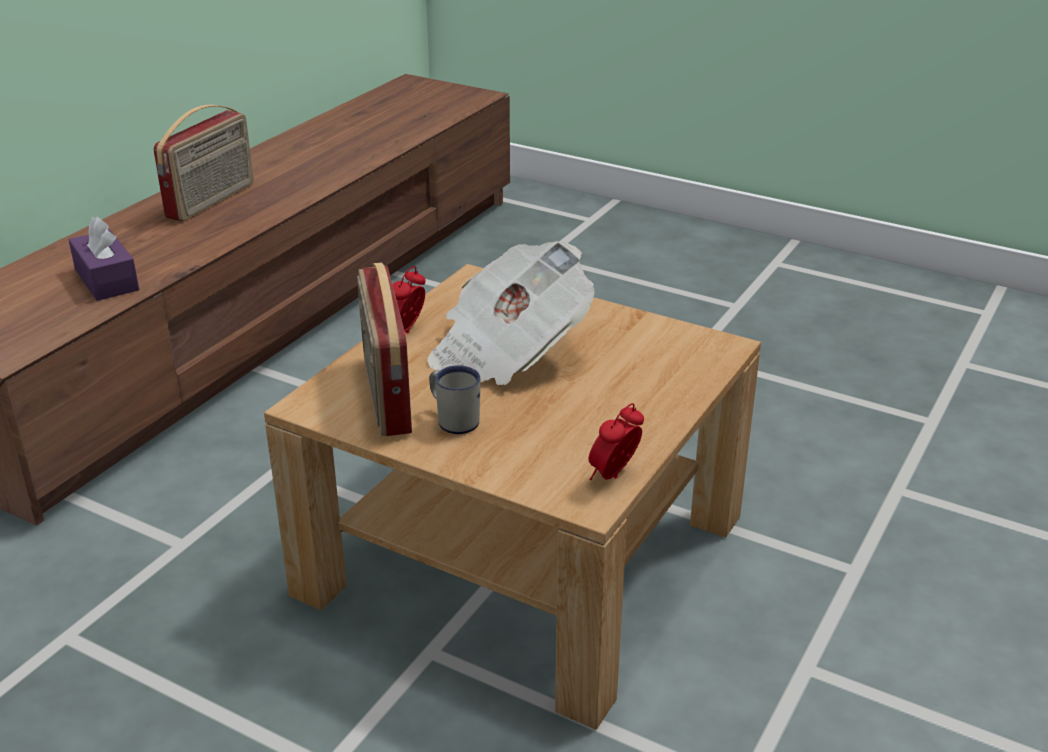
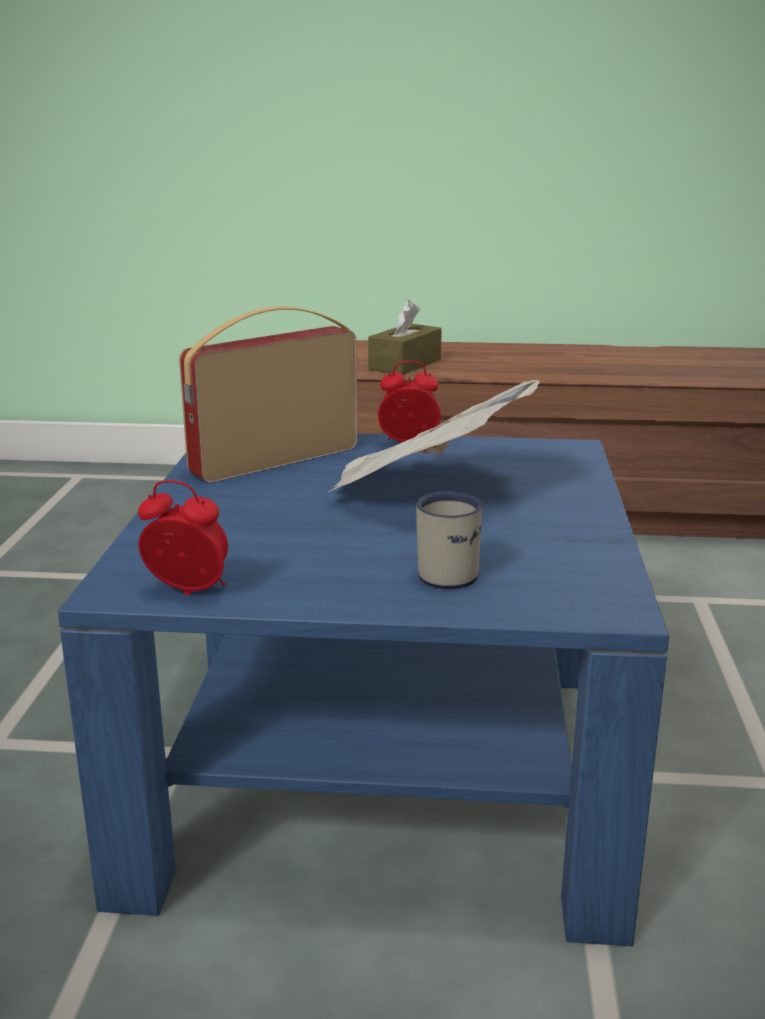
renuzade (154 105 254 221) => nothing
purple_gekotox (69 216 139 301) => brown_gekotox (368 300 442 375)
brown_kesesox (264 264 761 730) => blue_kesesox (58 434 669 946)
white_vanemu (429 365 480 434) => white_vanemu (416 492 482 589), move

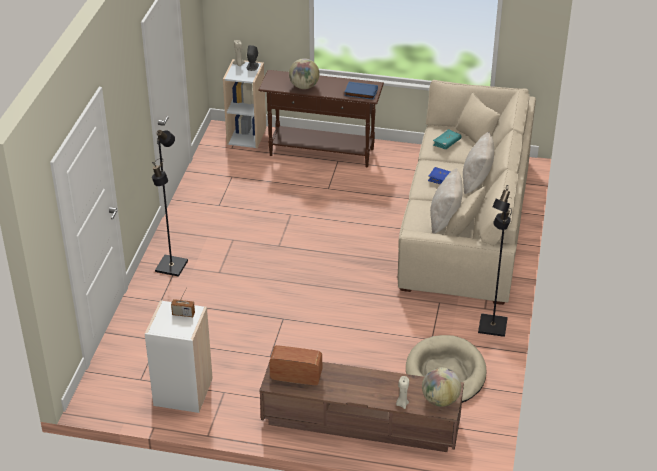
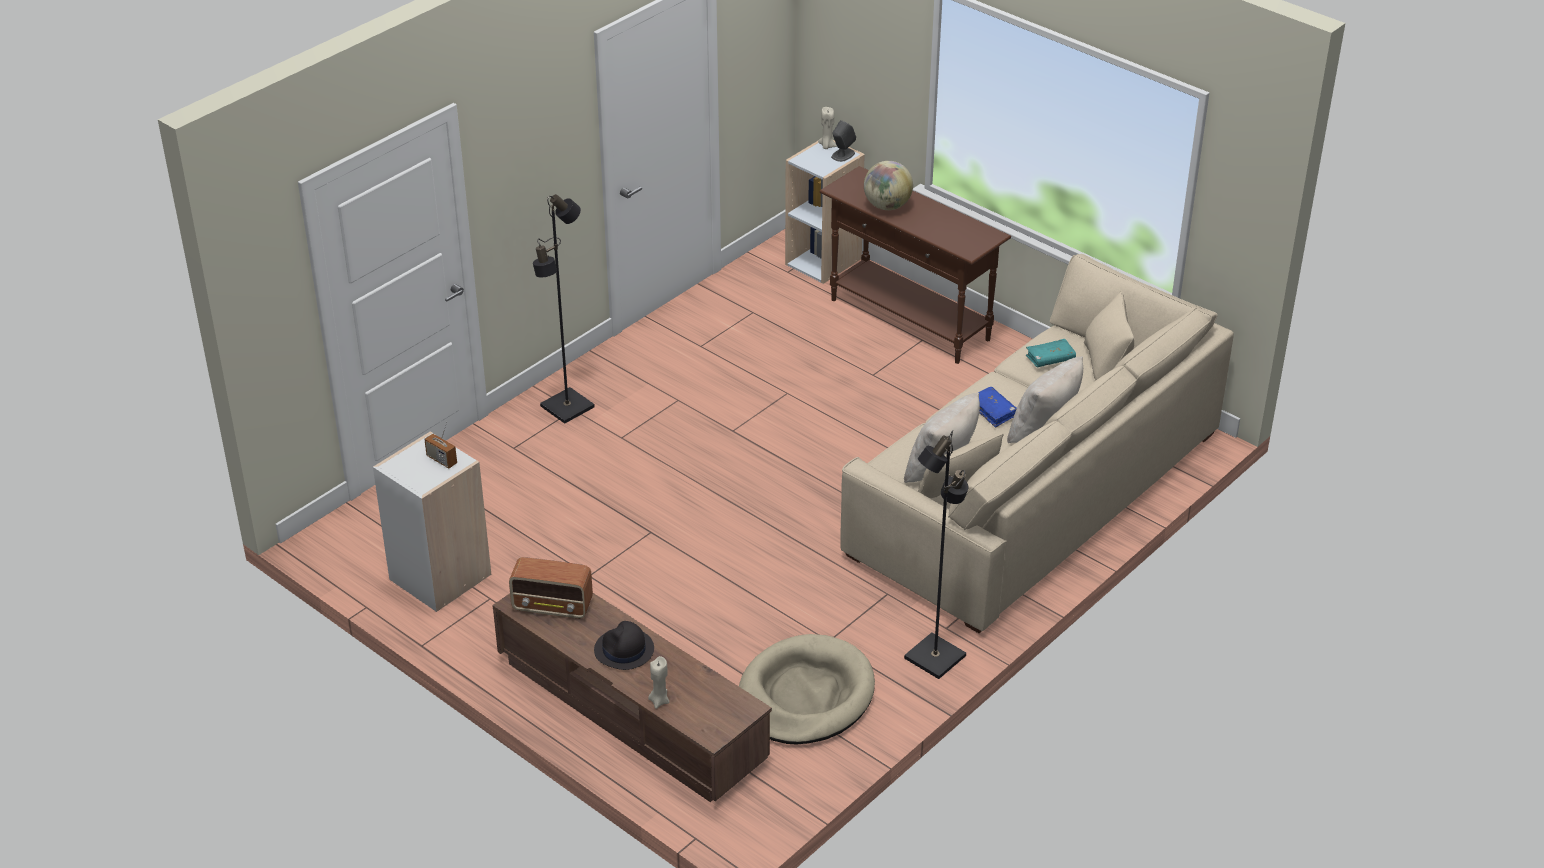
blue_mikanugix (344 82 378 100) => nothing
renuzade (269 345 322 385) => renuzade (509 557 593 619), 150 degrees clockwise
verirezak (422 367 461 407) => nothing
nothing => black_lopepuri (594 621 654 670)

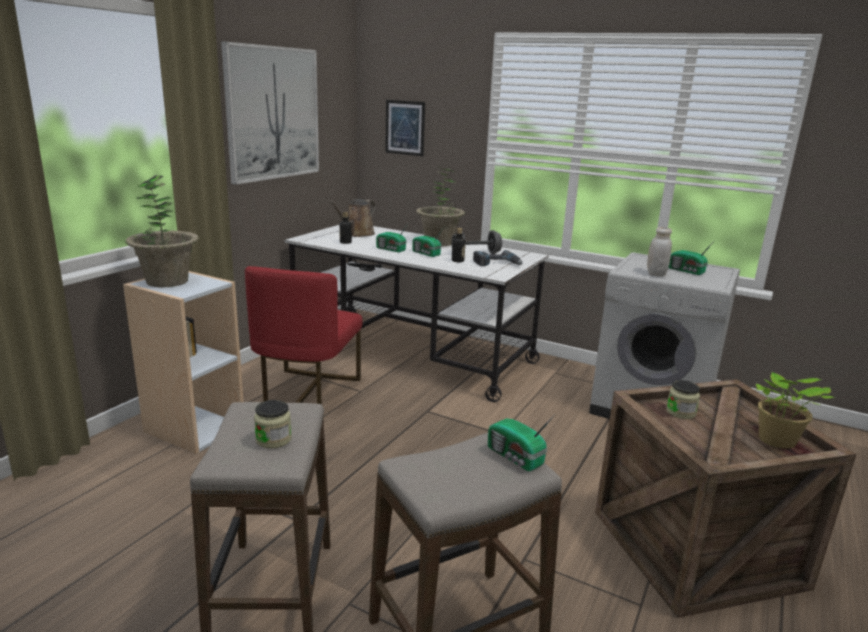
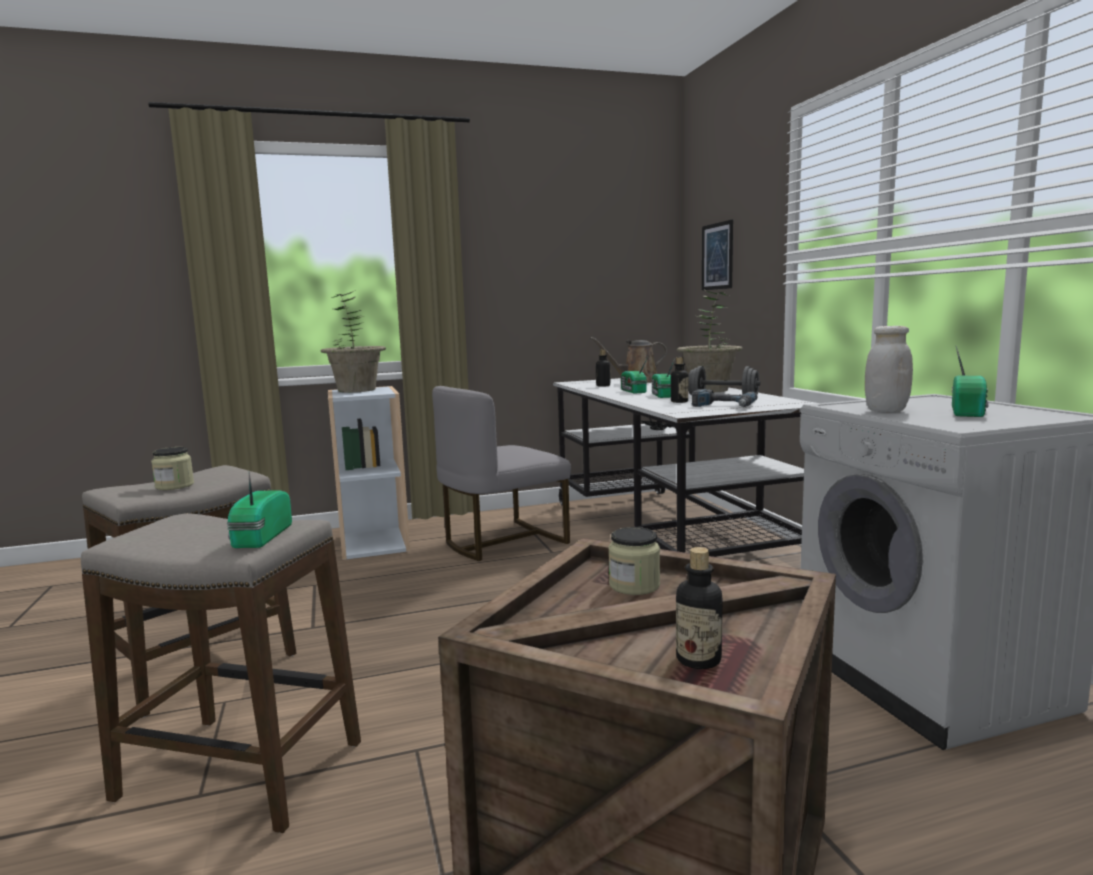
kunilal (221 41 319 185) => nothing
renuzade (668 240 715 275) => renuzade (952 346 989 417), 150 degrees counterclockwise
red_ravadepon (245 266 363 404) => grey_ravadepon (432 386 571 561)
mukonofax (756 372 834 448) => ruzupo (676 547 722 669)

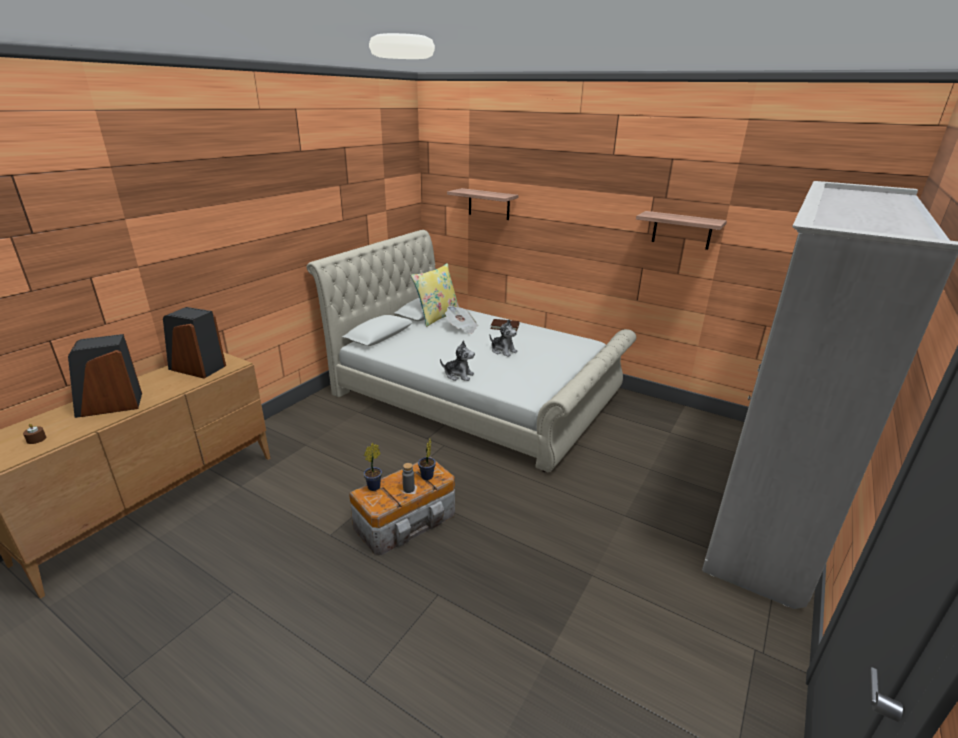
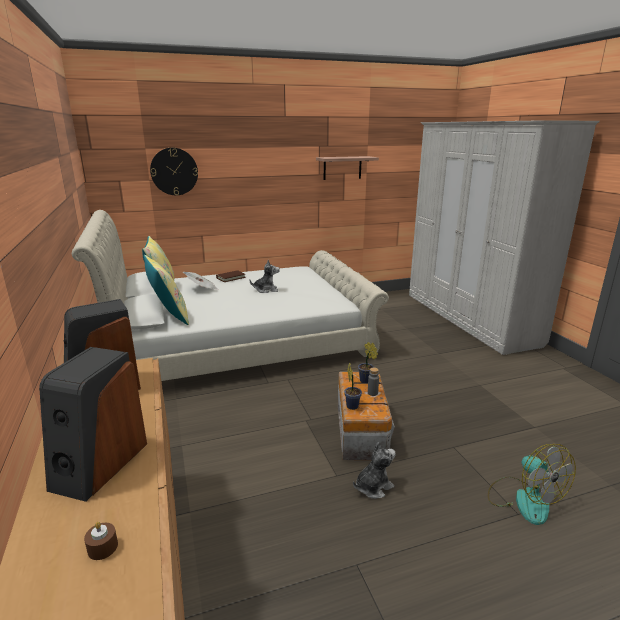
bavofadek (447 188 519 220) => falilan (150 148 198 195)
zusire (440 341 475 381) => zusire (353 442 396 499), move
nothing => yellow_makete (144 255 189 325)
nothing => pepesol (488 444 576 525)

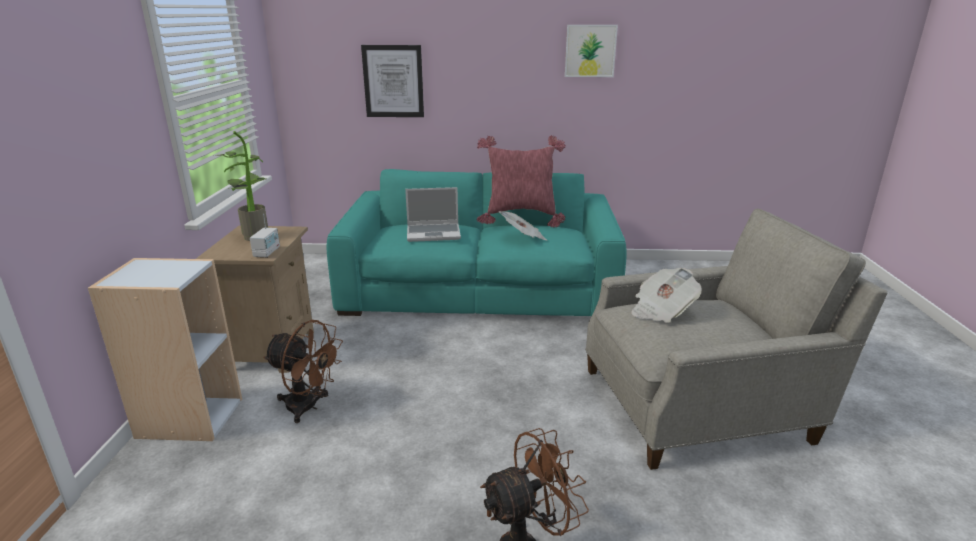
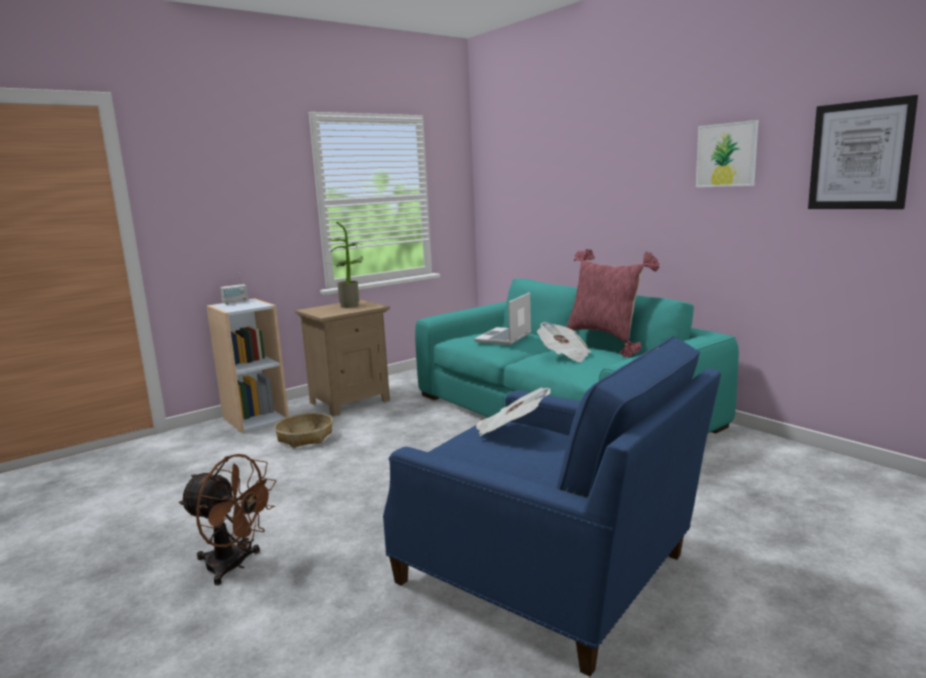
kunilal (361 45 424 117) => kunilal (808 95 918 209), move
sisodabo (405 187 461 242) => sisodabo (474 292 531 345), 75 degrees clockwise
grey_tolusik (585 209 887 470) => blue_tolusik (383 336 721 677)
renuzade (250 214 280 257) => renuzade (220 272 249 304), move
brown_pepesol (263 320 343 423) => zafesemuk (274 413 333 448)

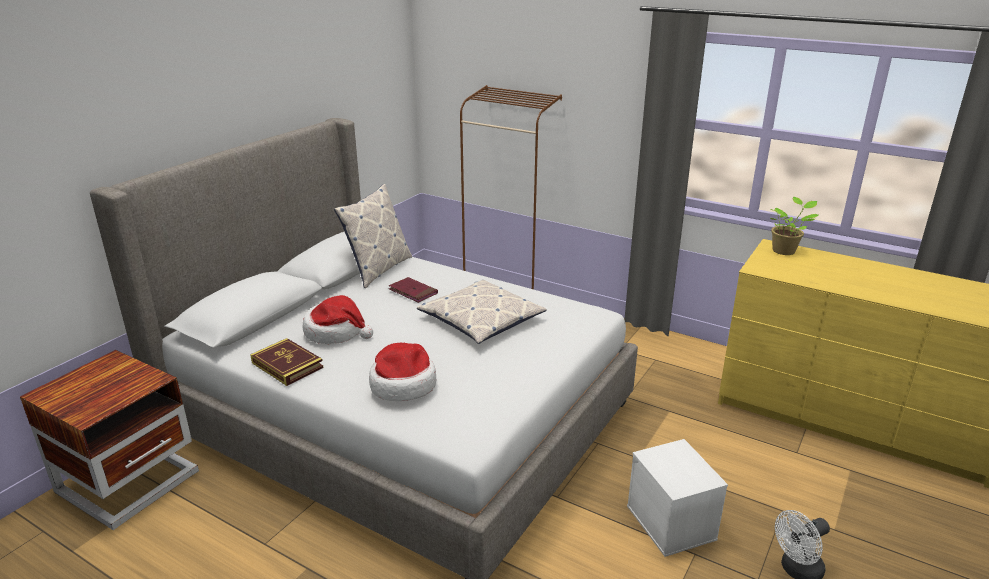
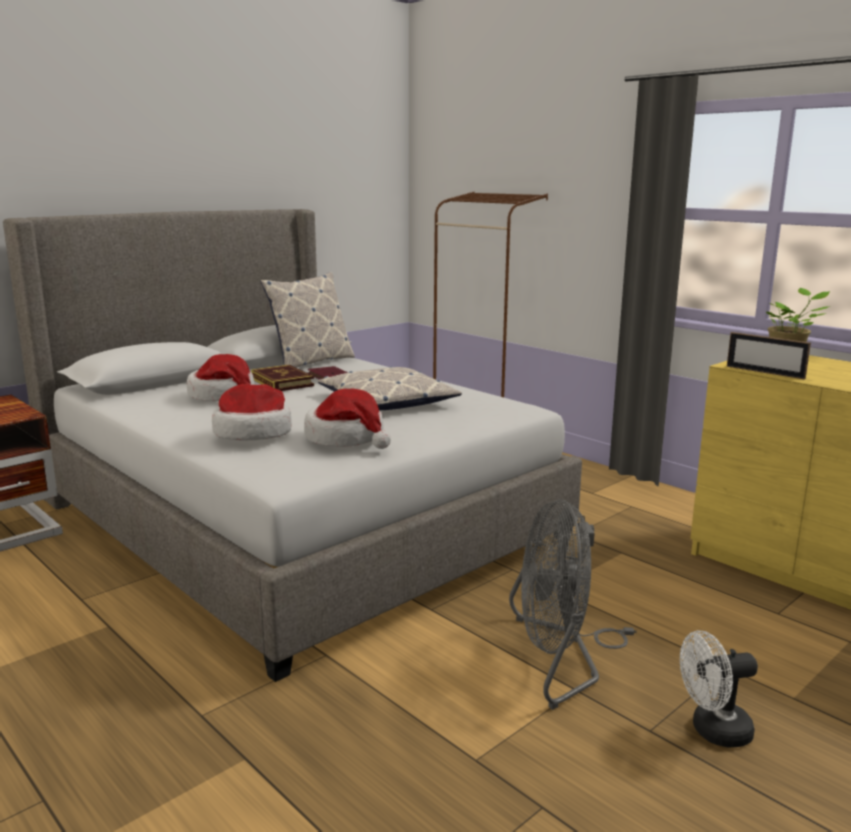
mikanugix (250 338 323 386) => mikanugix (251 365 314 391), move
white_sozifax (627 439 728 557) => grey_pepesol (509 499 637 710)
nothing => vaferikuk (727 332 811 380)
nothing => lopepuri (304 389 391 449)

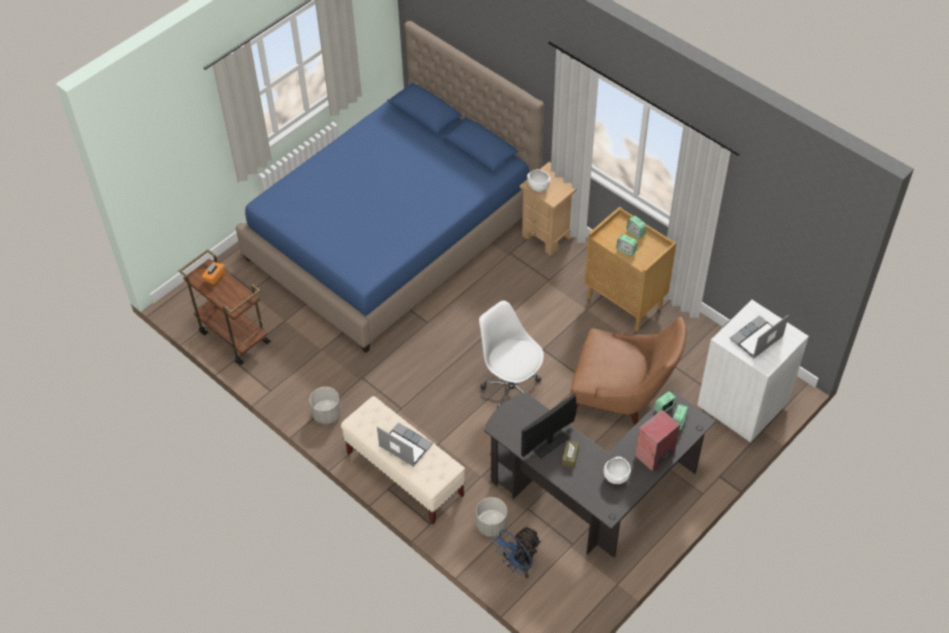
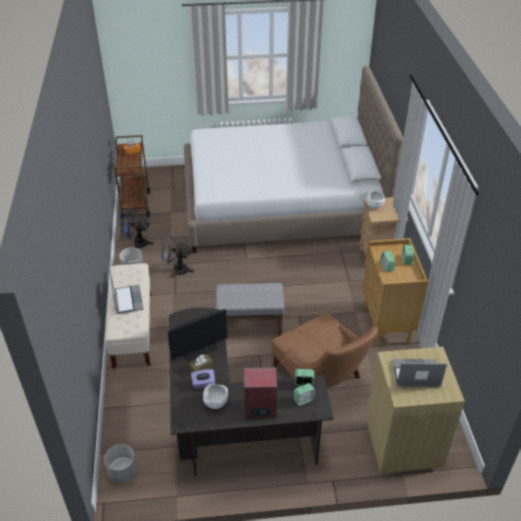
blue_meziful (236 21 544 353) => white_meziful (184 66 403 253)
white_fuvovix (697 300 809 443) => brown_fuvovix (366 347 465 473)
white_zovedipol (479 301 544 408) => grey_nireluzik (216 283 284 337)
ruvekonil (521 394 577 459) => ruvekonil (168 309 227 361), 150 degrees clockwise
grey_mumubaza (476 497 507 537) => grey_mumubaza (104 444 137 483), move
blue_pepesol (492 527 541 578) => blue_pepesol (120 208 153 248), move
nothing => grey_pepesol (160 233 194 278)
nothing => purple_gekotox (191 369 215 389)

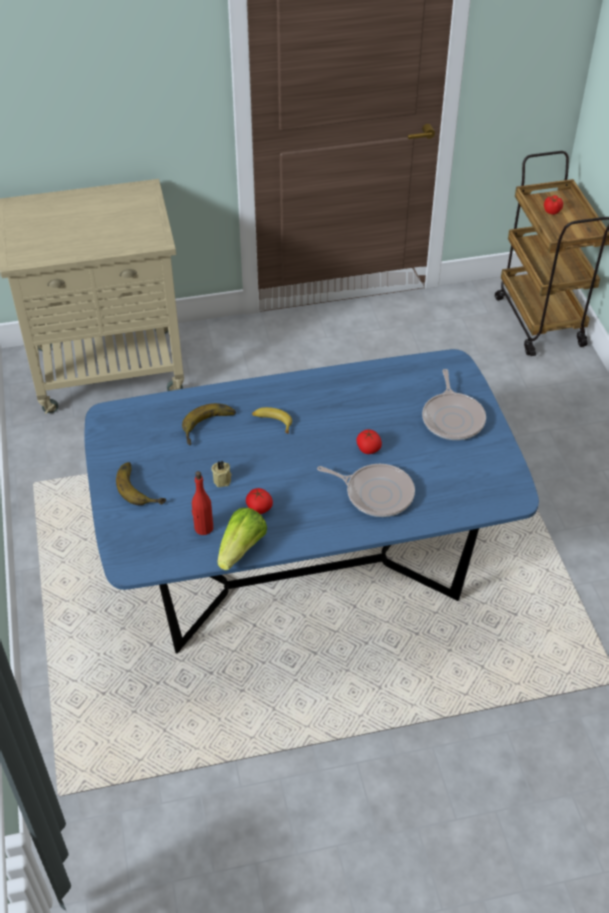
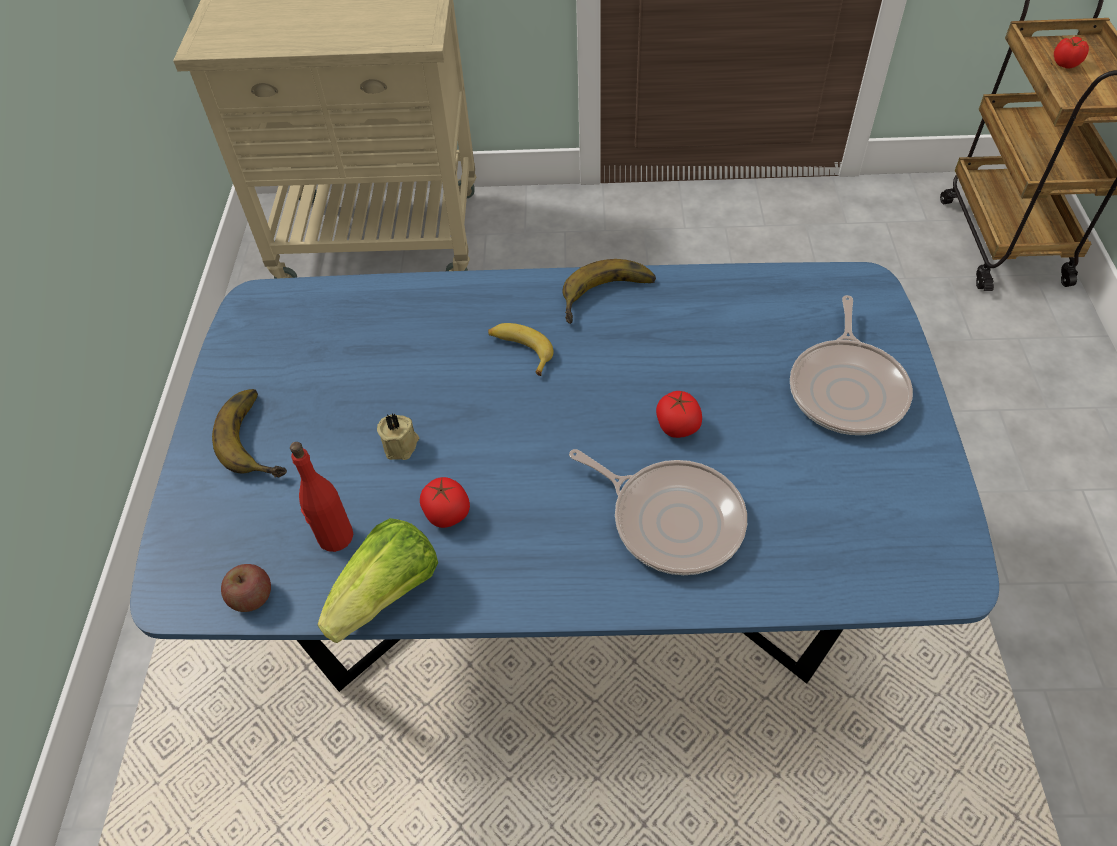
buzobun (182 403 236 445) => buzobun (563 259 656 324), move
nothing => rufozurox (221 564 271 612)

